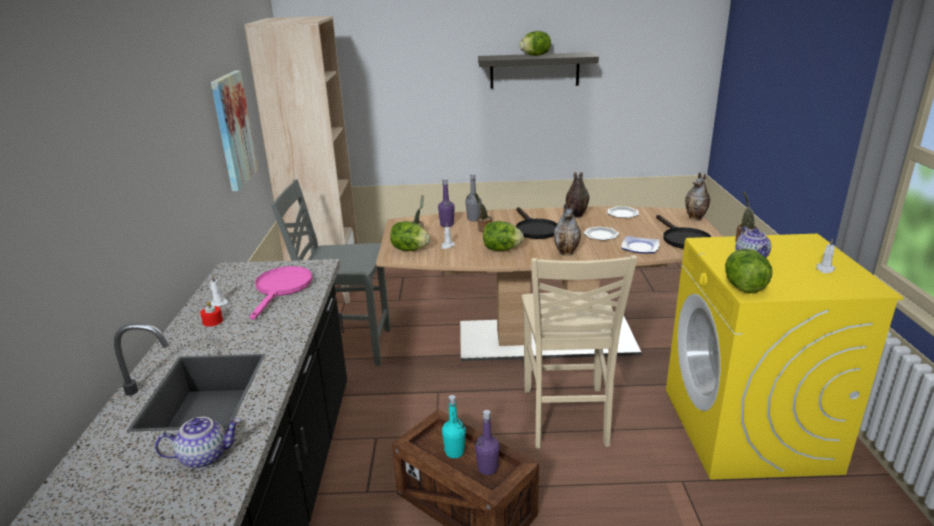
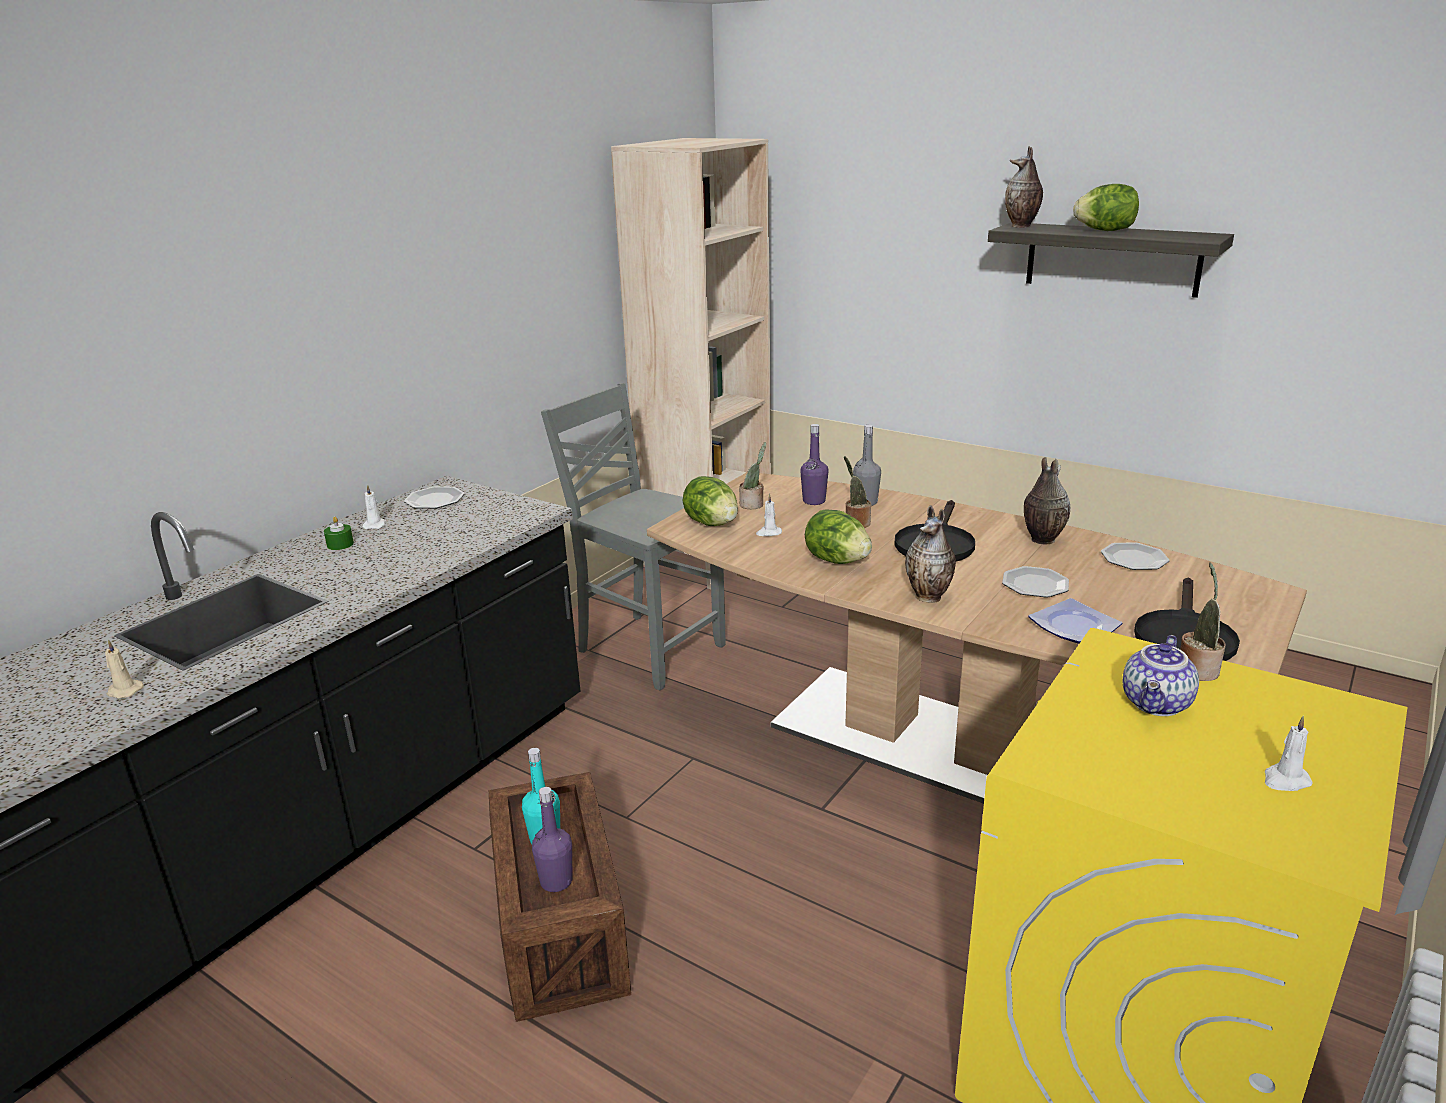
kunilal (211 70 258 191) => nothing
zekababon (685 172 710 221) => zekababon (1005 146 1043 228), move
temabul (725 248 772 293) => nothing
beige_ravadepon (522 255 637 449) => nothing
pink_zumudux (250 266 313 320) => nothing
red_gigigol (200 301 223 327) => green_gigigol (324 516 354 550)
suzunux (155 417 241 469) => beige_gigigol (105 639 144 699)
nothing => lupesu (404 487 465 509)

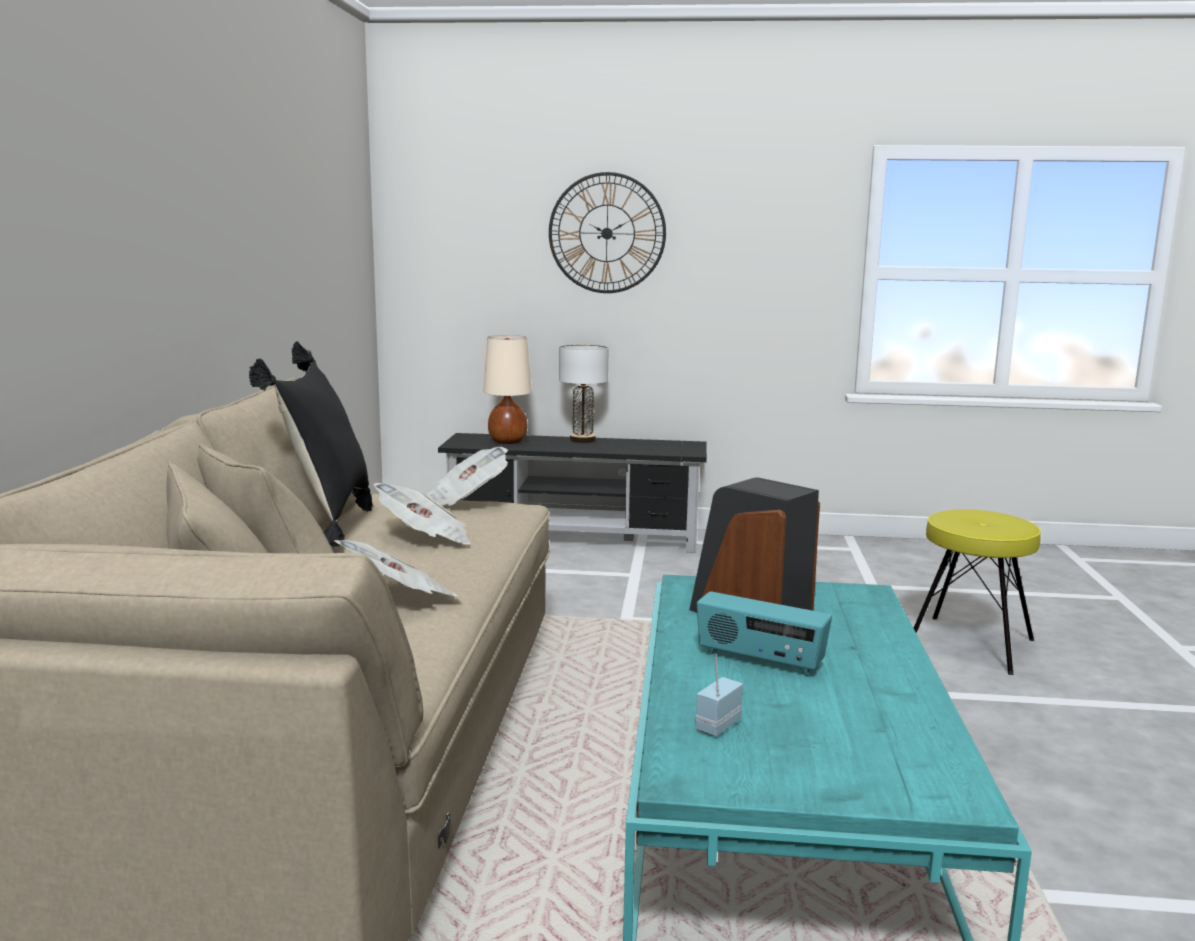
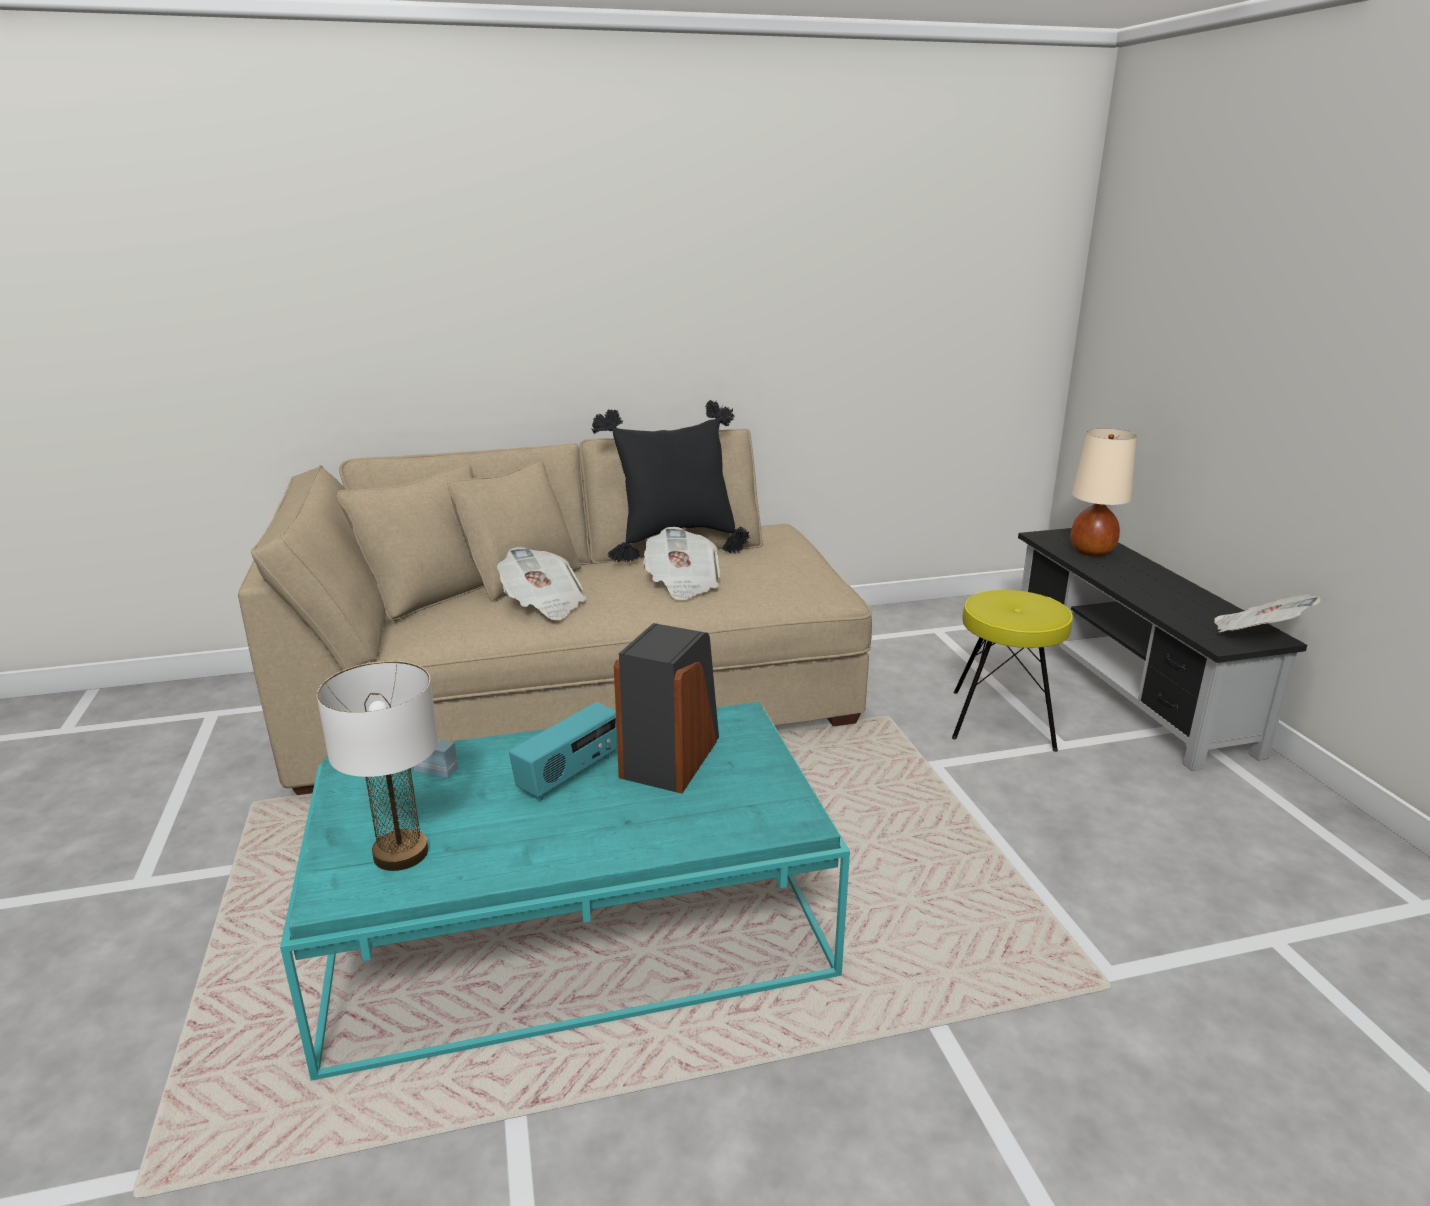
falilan (549 172 666 293) => nothing
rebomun (559 345 609 443) => rebomun (317 661 438 871), move
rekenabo (426 447 508 506) => rekenabo (1214 594 1321 632), move
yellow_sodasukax (914 509 1041 675) => yellow_sodasukax (952 590 1073 752), move
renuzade (697 591 832 676) => renuzade (509 702 617 801), 150 degrees counterclockwise

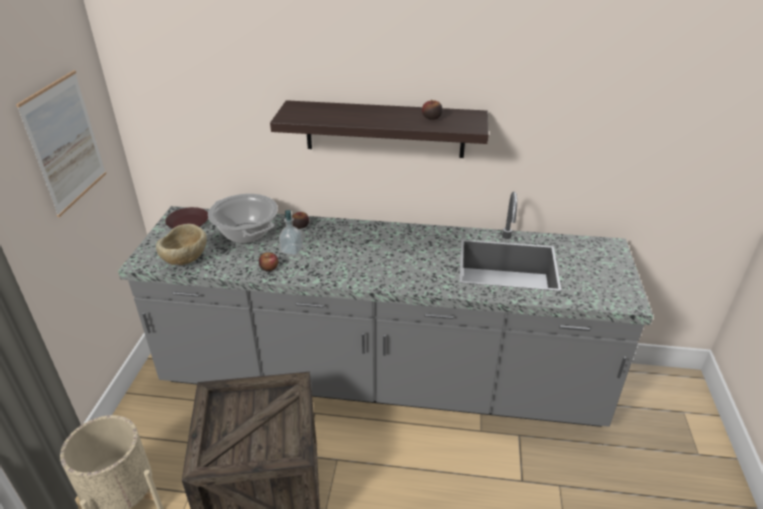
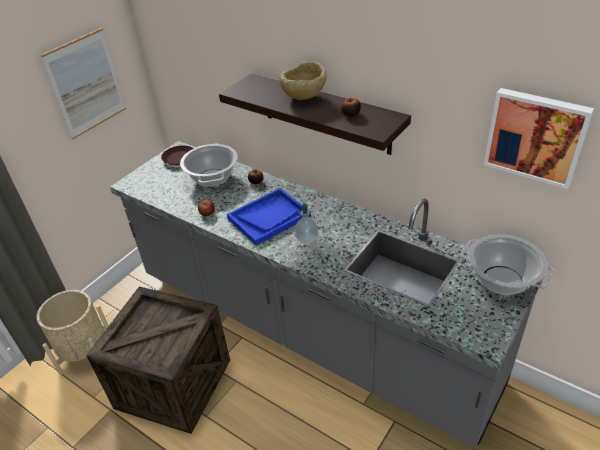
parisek (279 210 303 256) => parisek (295 204 318 245), move
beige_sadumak (156 224 207 265) => beige_sadumak (280 62 327 100), move
nothing => kunilal (484 88 594 189)
nothing => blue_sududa (227 188 311 246)
nothing => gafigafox (460 235 555 295)

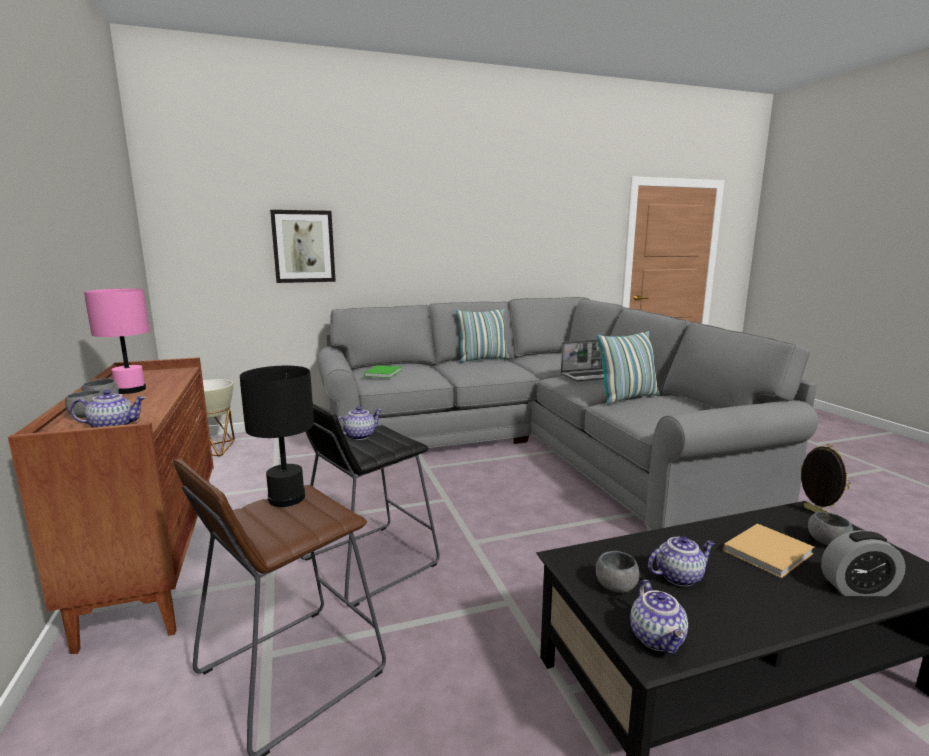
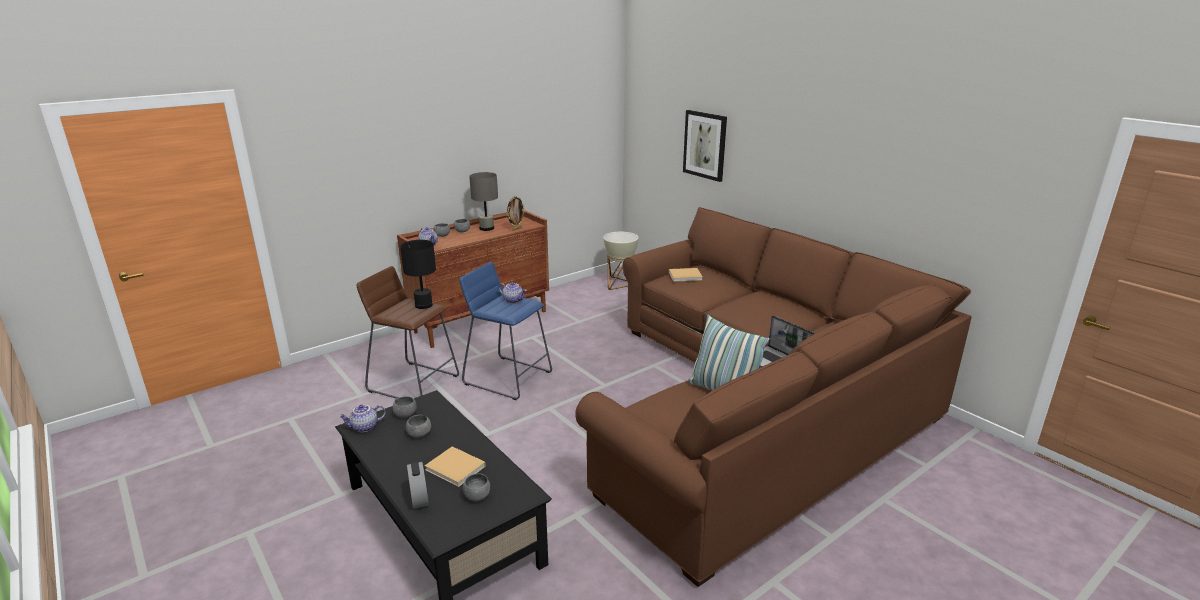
pink_rebomun (84 288 149 394) => grey_rebomun (469 172 498 231)
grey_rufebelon (317 297 818 530) => brown_rufebelon (575 207 972 587)
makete (456 309 510 363) => nothing
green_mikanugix (364 365 402 378) => beige_mikanugix (669 268 703 282)
black_sodasukax (301 404 440 607) => blue_sodasukax (459 262 552 400)
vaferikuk (800 444 851 513) => vaferikuk (507 196 525 231), move
suzunux (648 536 715 587) => grey_sadumak (406 415 431 438)

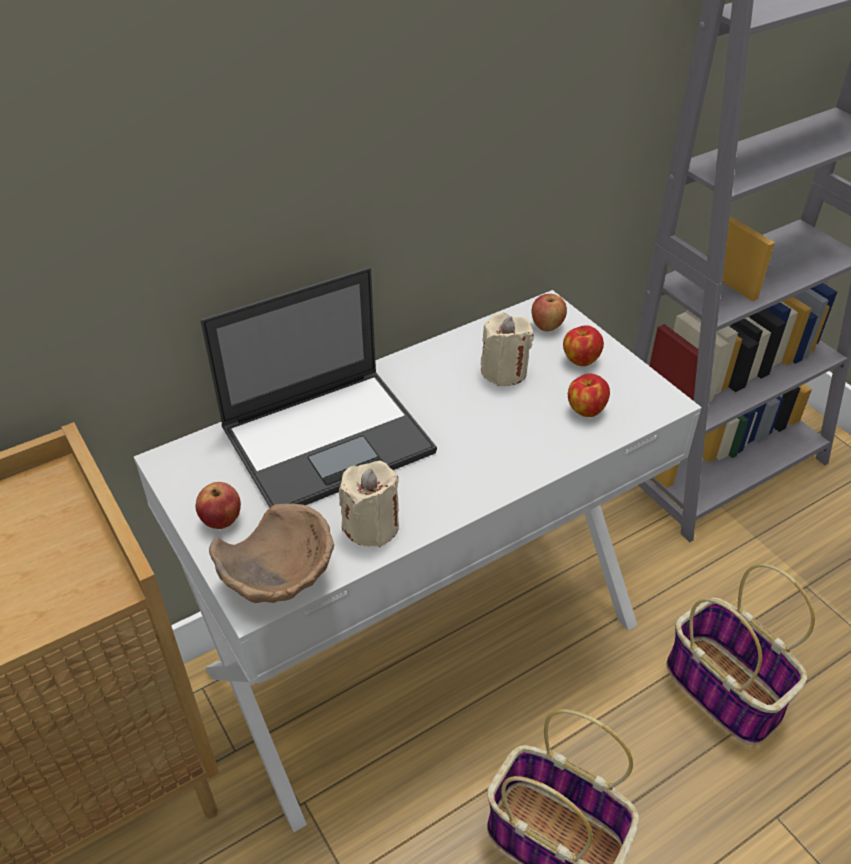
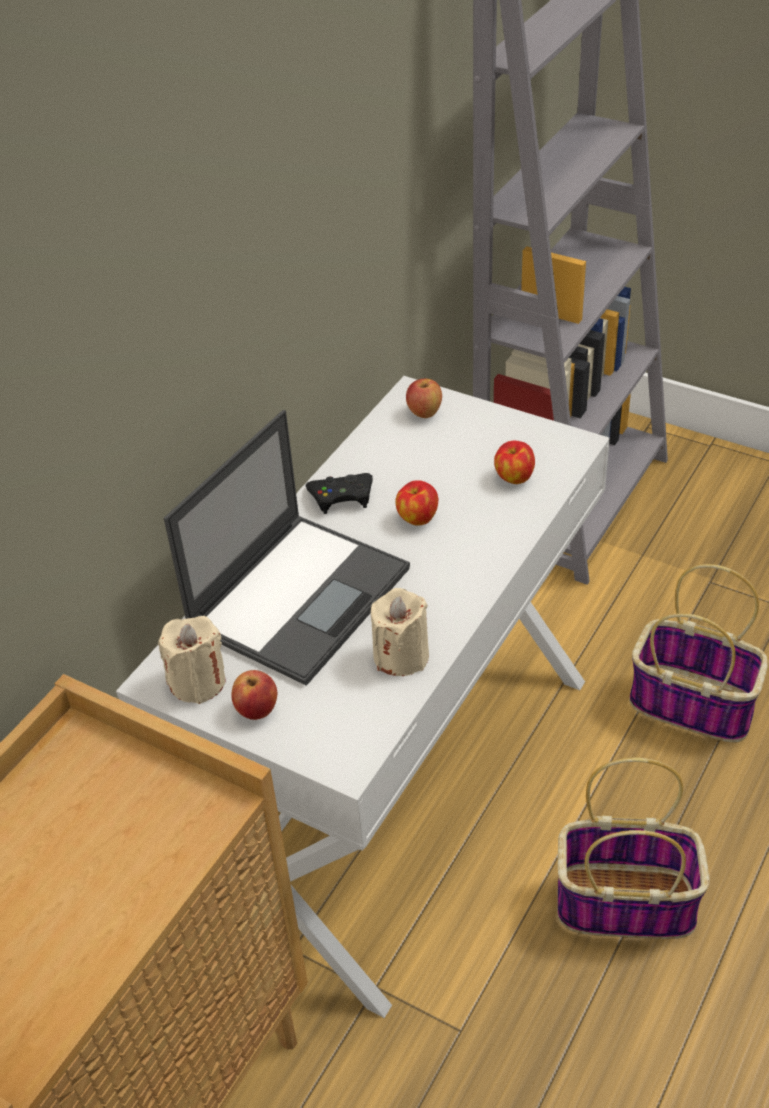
beige_gigigol (481 313 534 386) => beige_gigigol (158 616 225 704), move
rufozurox (563 325 604 366) => rufozurox (396 480 438 526), move
brown_sadumak (209 503 334 603) => nothing
nothing => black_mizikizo (306 473 373 514)

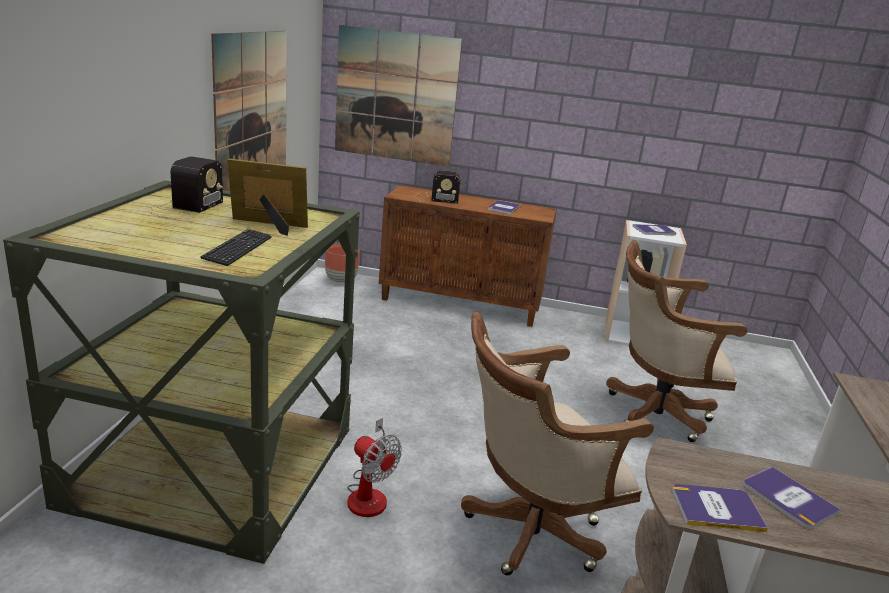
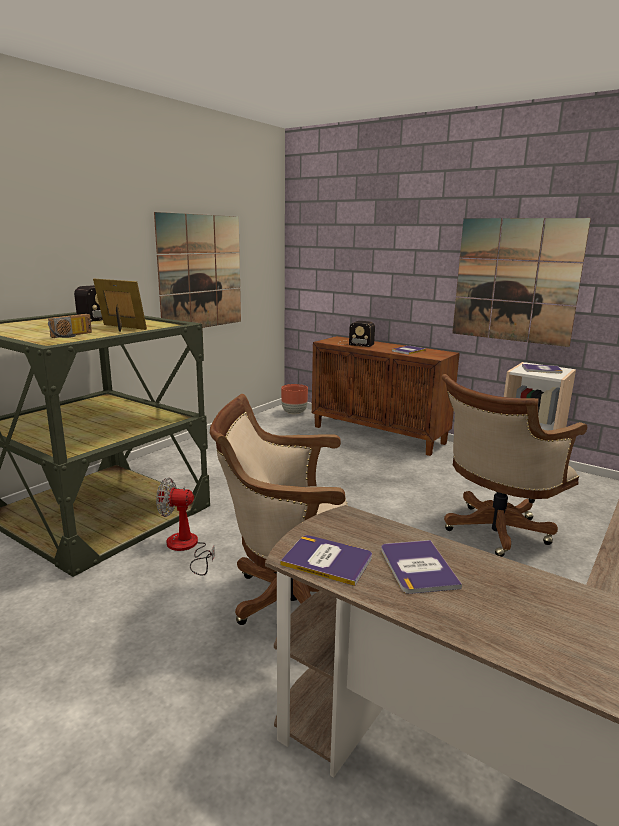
kunilal (335 25 462 167) => kunilal (452 218 591 347), move
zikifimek (200 229 272 266) => renuzade (48 314 92 338)
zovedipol (606 240 748 442) => zovedipol (441 374 587 557), 60 degrees counterclockwise
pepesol (347 418 402 517) => pepesol (156 477 215 576), 120 degrees clockwise

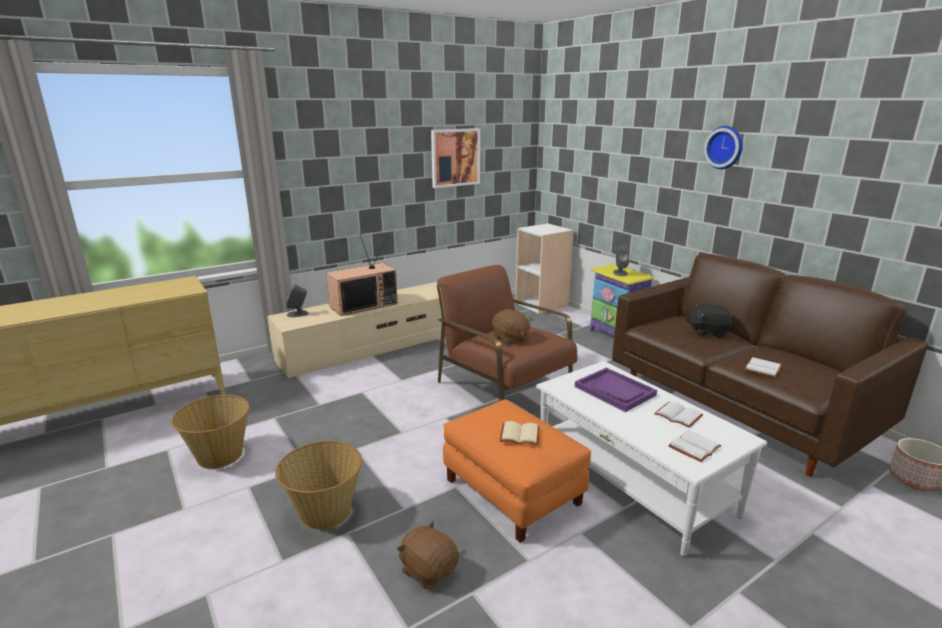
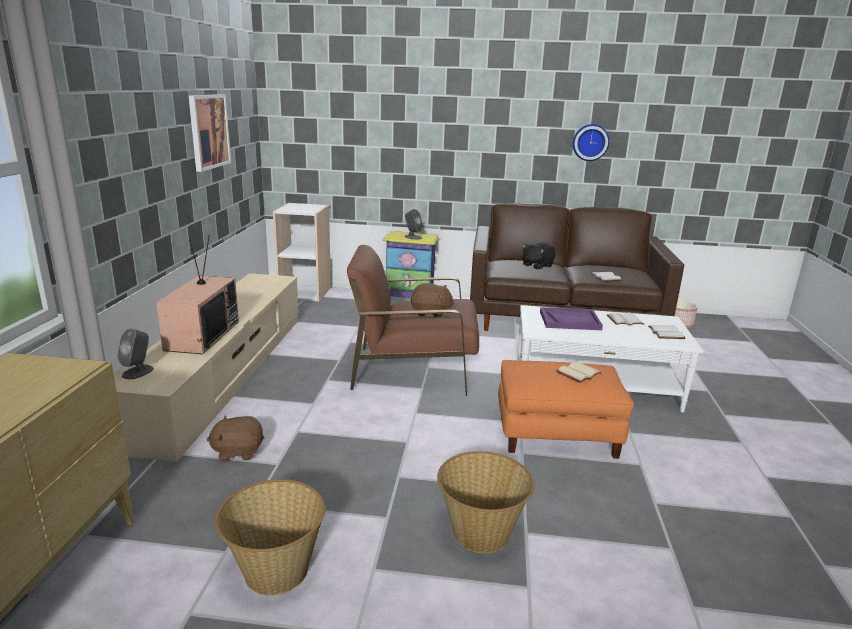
falilan (704 126 743 169) => falilan (573 124 609 161), move
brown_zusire (397 521 459 590) => brown_zusire (206 415 264 462), move

